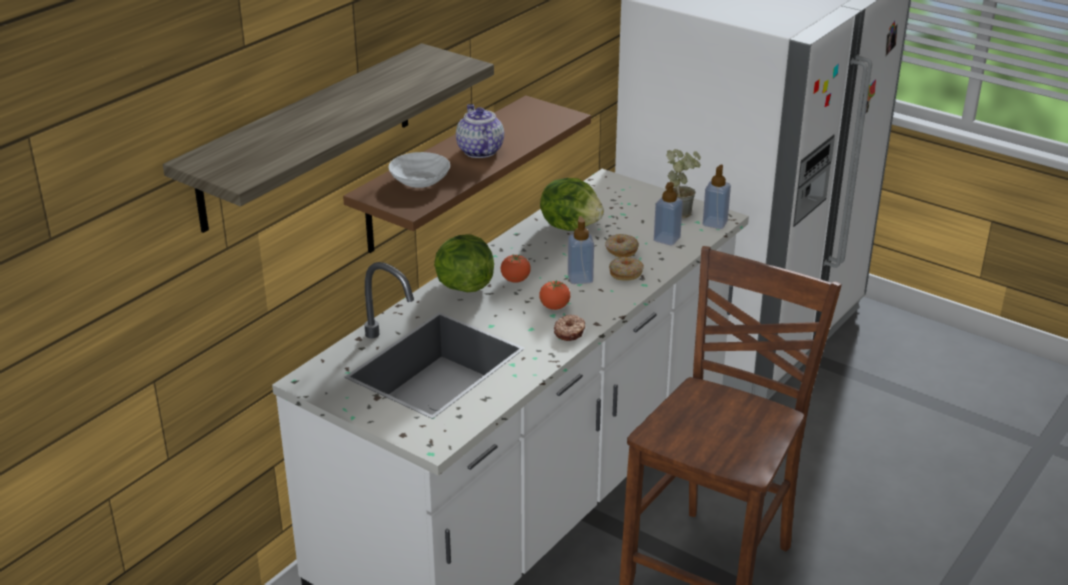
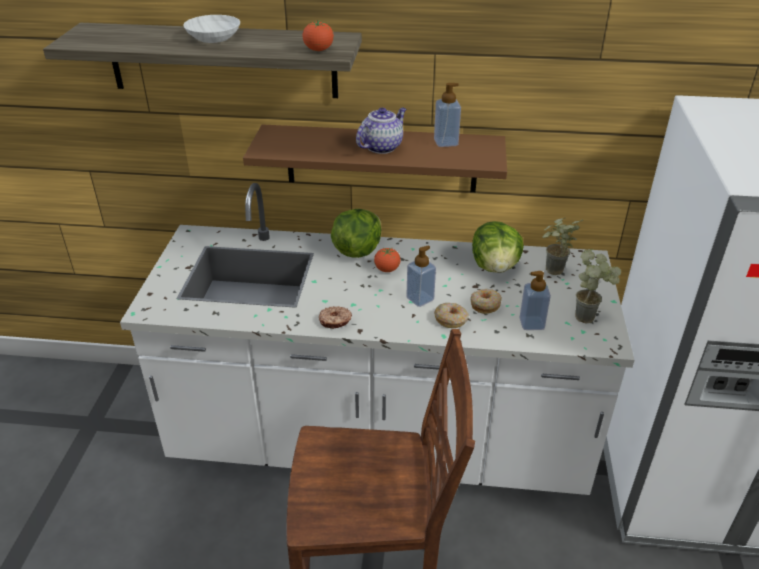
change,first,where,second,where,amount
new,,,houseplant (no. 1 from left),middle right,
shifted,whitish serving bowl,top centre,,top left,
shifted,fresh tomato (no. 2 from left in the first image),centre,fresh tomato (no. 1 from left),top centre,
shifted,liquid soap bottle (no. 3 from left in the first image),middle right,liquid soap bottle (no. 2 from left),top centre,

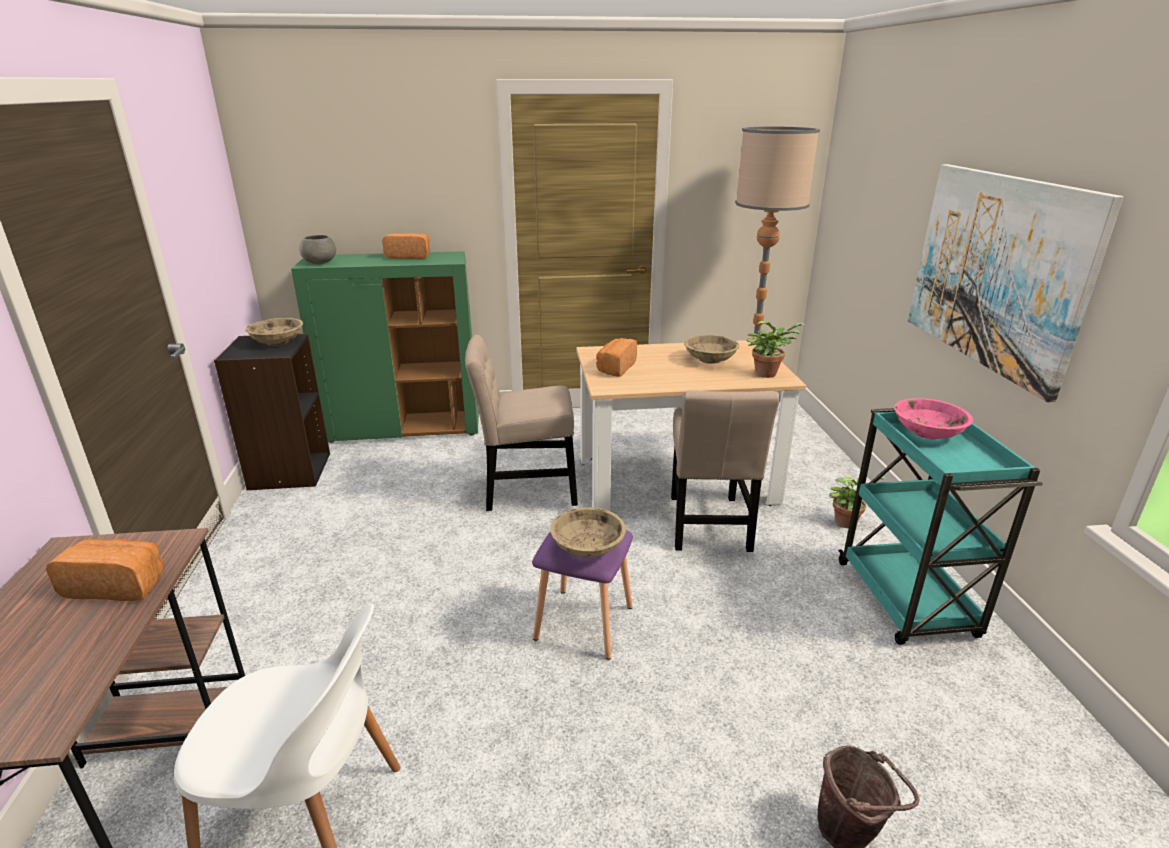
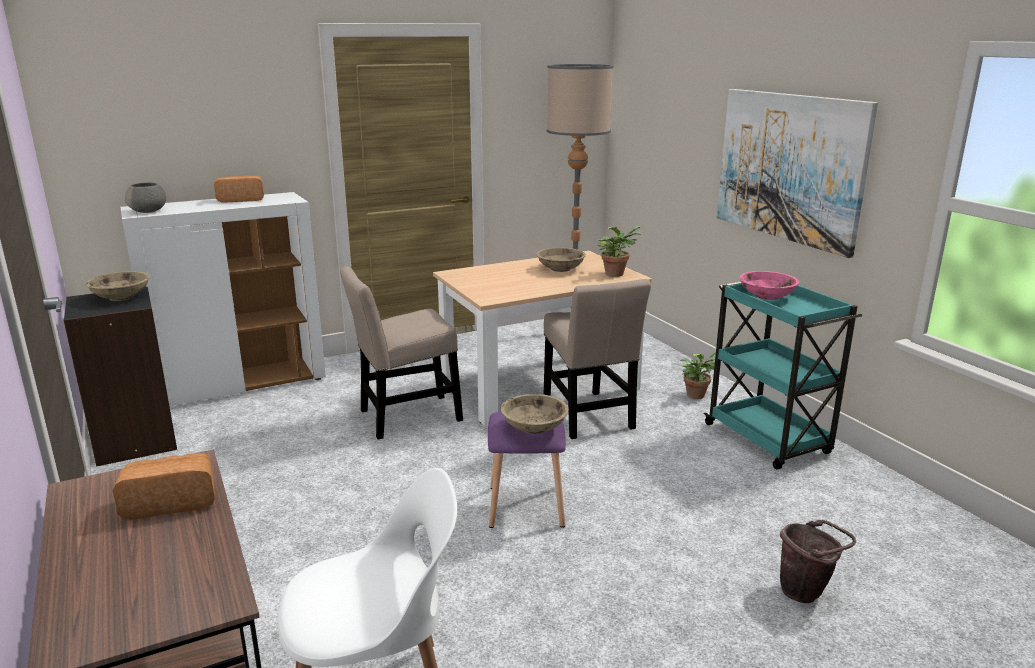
change,first,where,second,where,amount
gone,bakery bread (no. 3 from left),centre,,,
repainted,green cupboard,middle left,whitish cupboard,middle left,

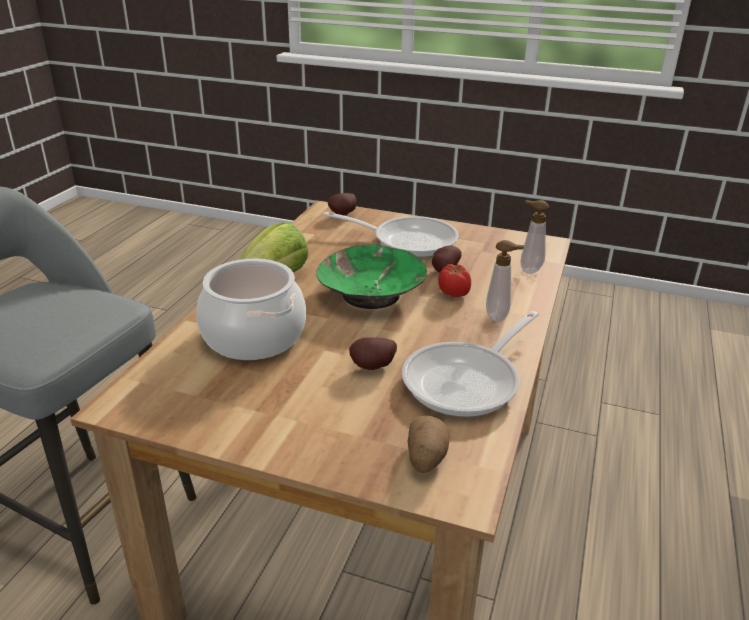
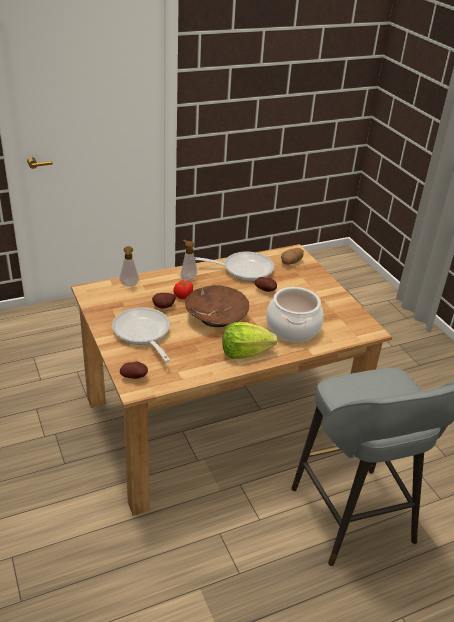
change,first,where,second,where,amount
repainted,green serving bowl,centre,brown-coloured serving bowl,centre,

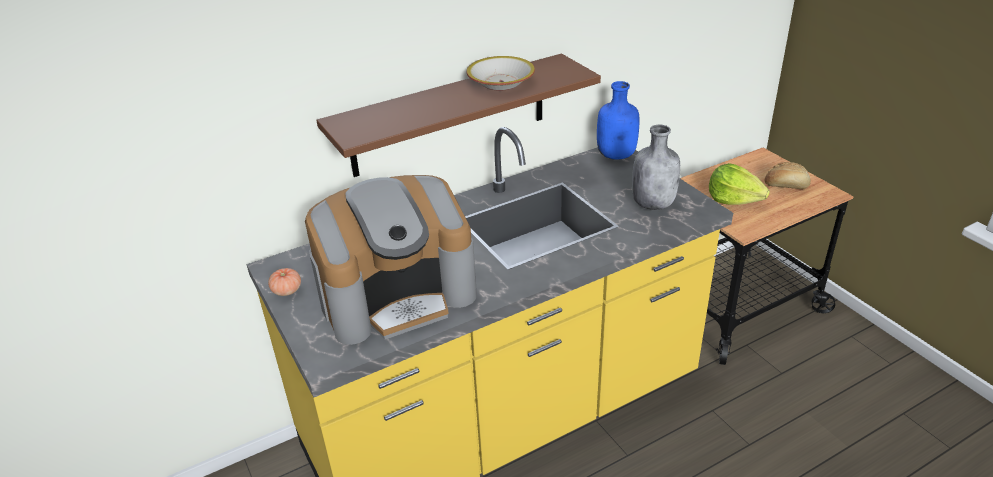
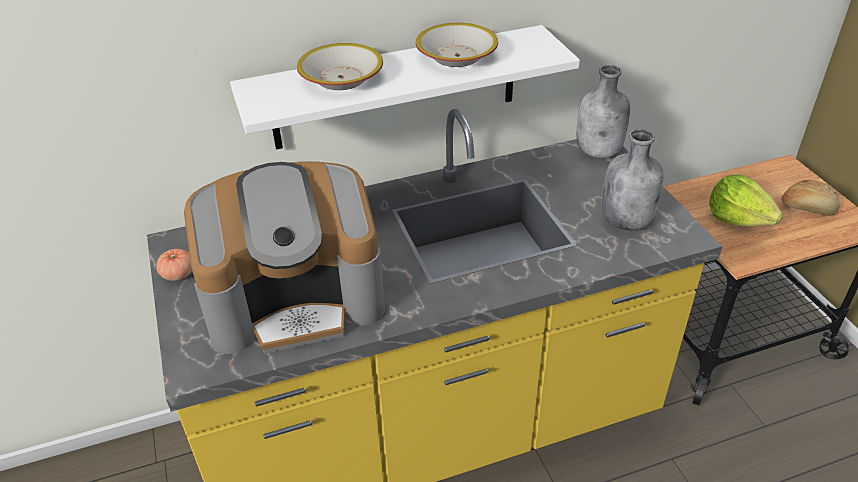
change,first,where,second,where,amount
new,,,serving bowl (no. 1 from left),top centre,
repainted,brown-coloured shelf,top centre,whitish shelf,top centre,
repainted,blue beverage bottle,top centre,gray beverage bottle (no. 1 from left),top right,

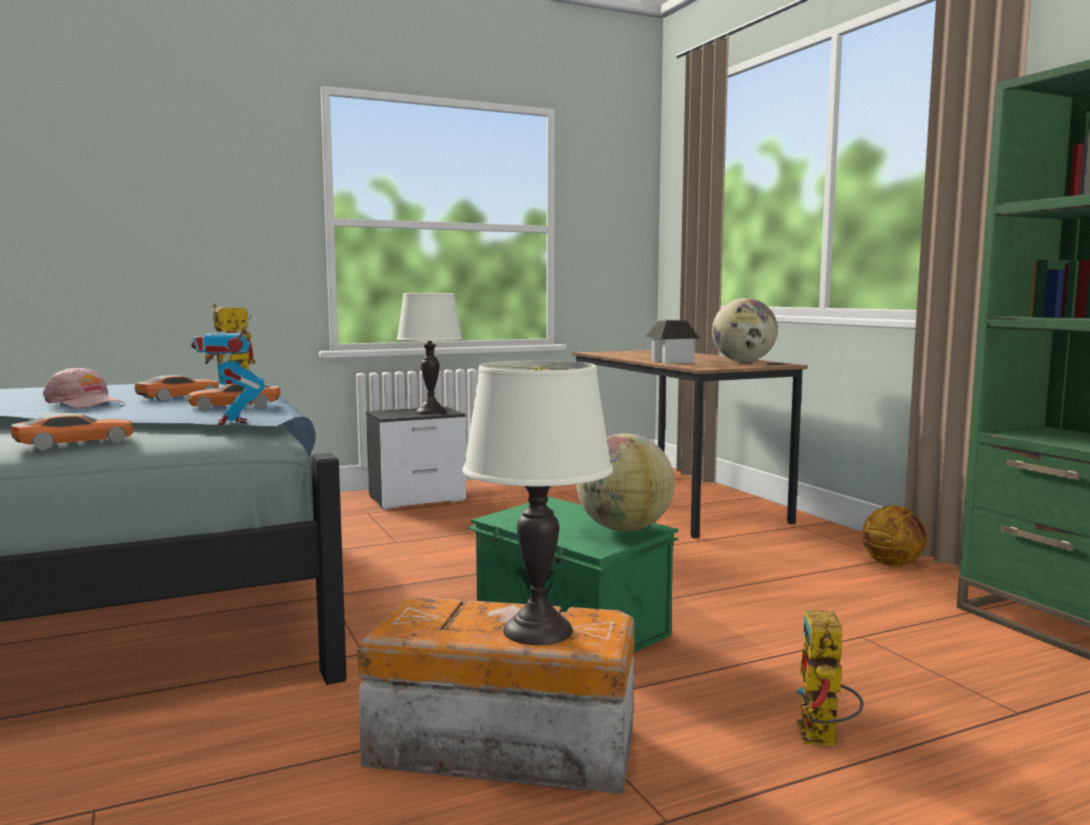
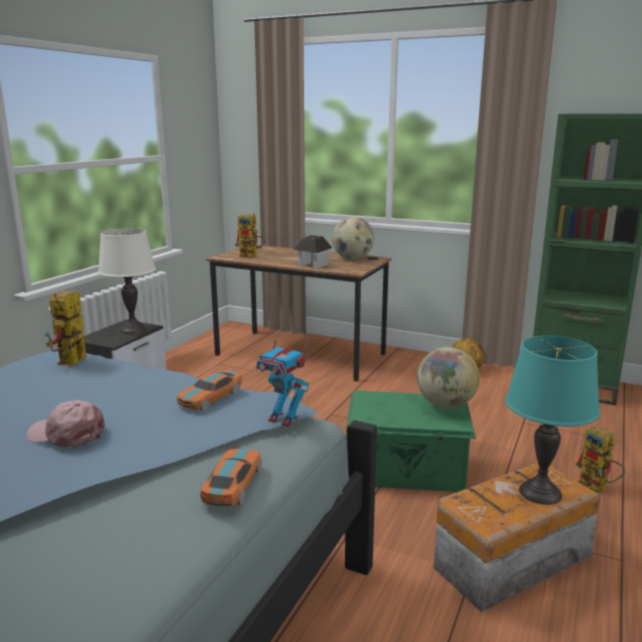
change,first,where,second,where,amount
gone,miniature car (no. 2 from left),middle left,,,
new,,,model robot (no. 2 from left),centre,
repainted,whitish table lamp (no. 2 from left),centre,turquoise table lamp,middle right,
rotated,pinkish cap,middle left,,middle left,150 degrees counterclockwise

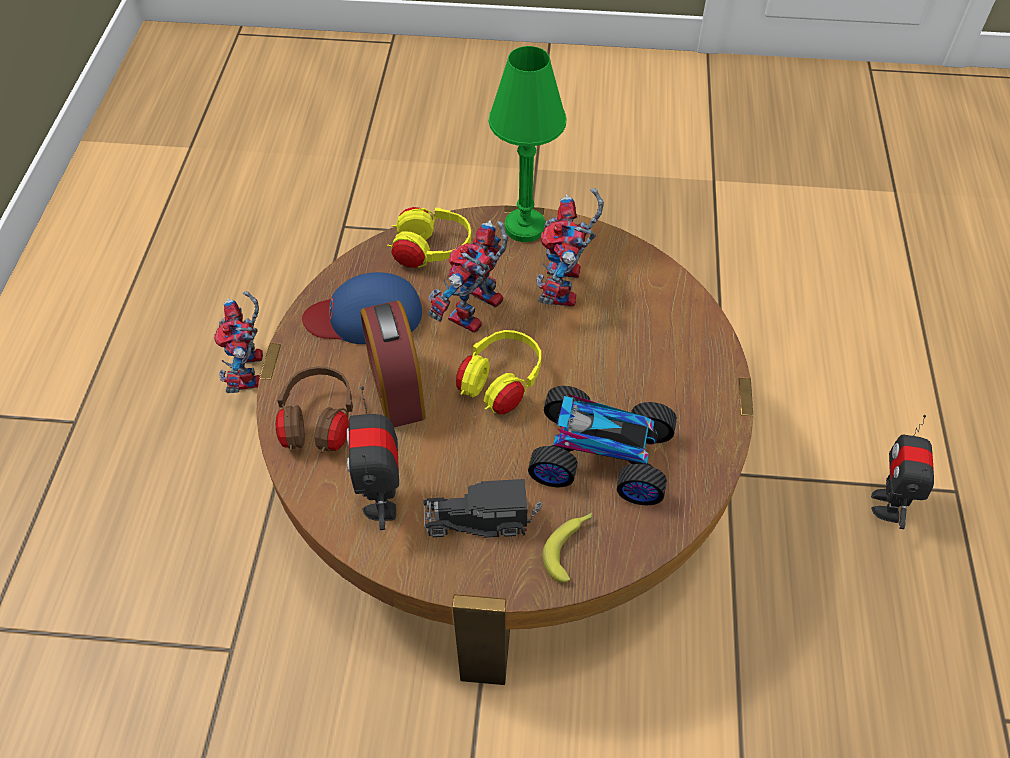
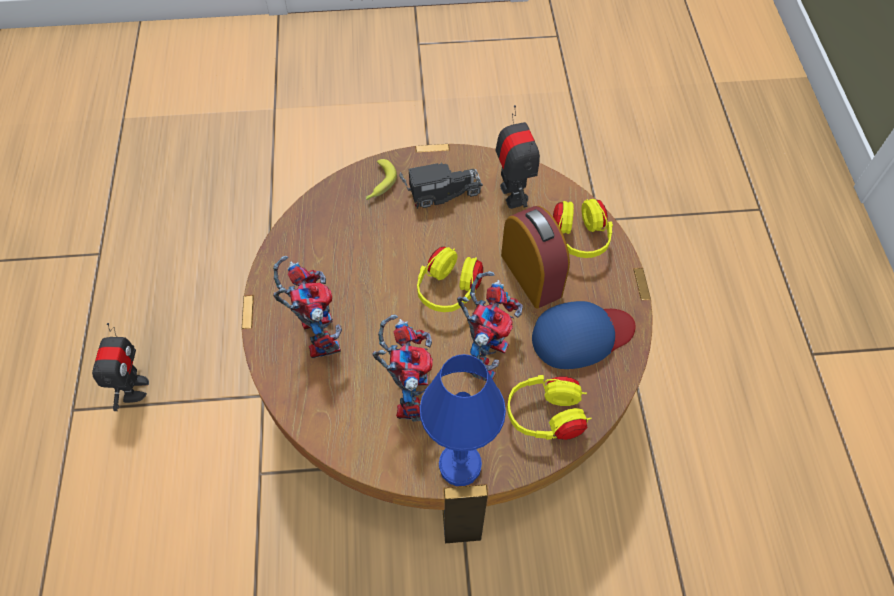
change,first,where,second,where,amount
gone,miniature car,centre,,,
shifted,model robot (no. 1 from left in the first image),middle left,model robot (no. 2 from left),centre,
repainted,brown-coloured headset,middle left,yellow headset (no. 3 from left),centre,
repainted,green table lamp,top centre,blue table lamp,bottom centre,

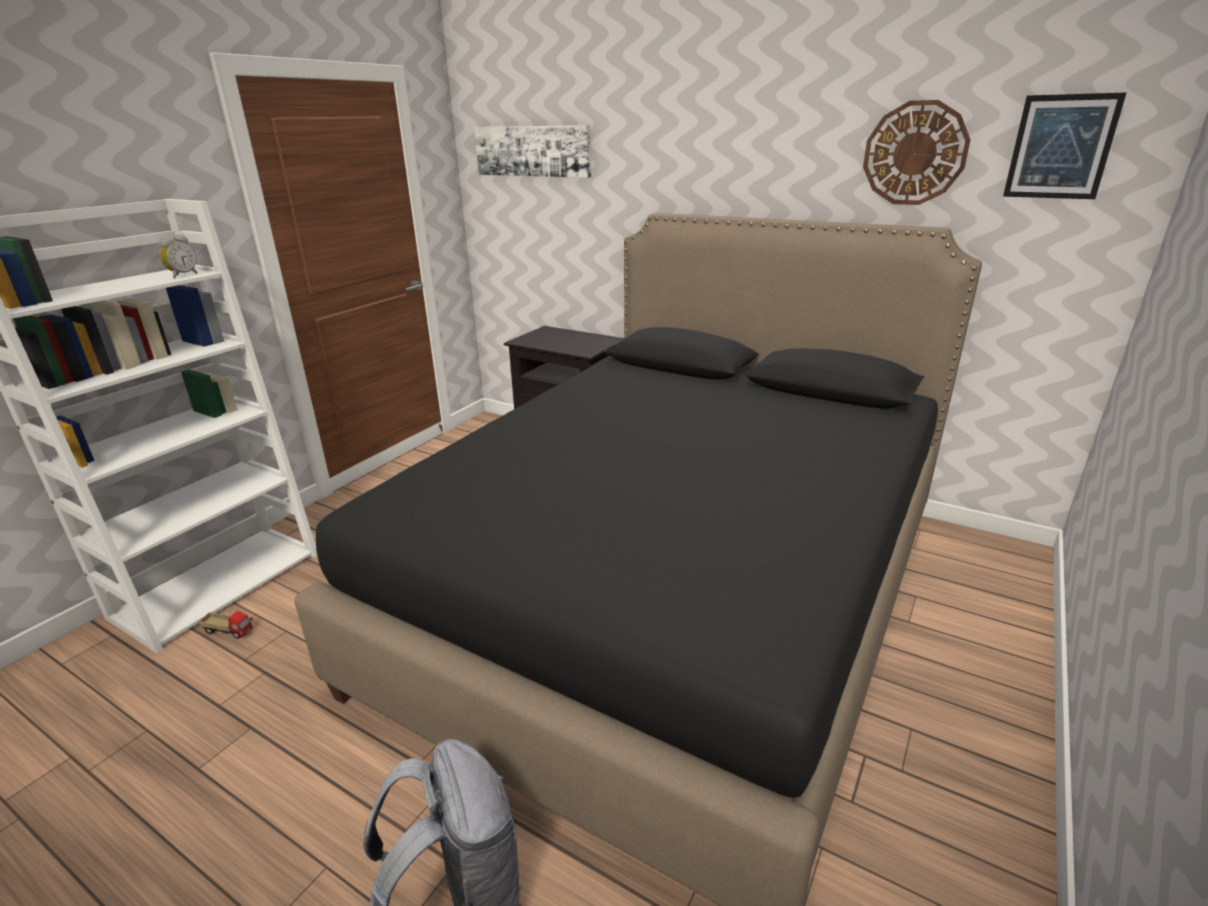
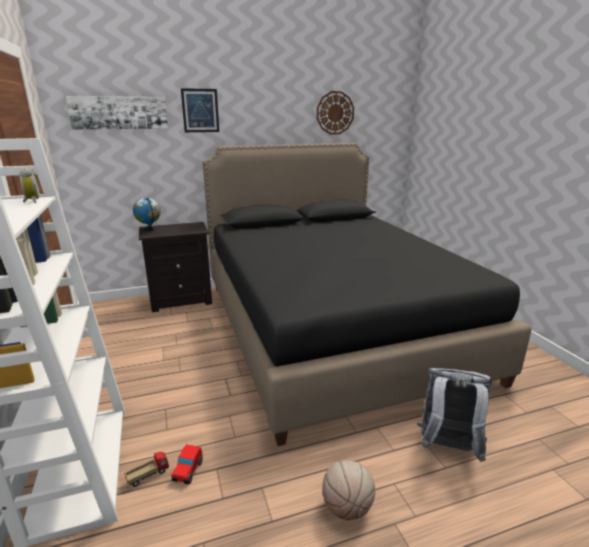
change,first,where,second,where,amount
new,,,globe,middle left,
new,,,miniature car,bottom left,
new,,,basketball ball,bottom centre,
shifted,wall art (no. 2 from left),top right,,top centre,

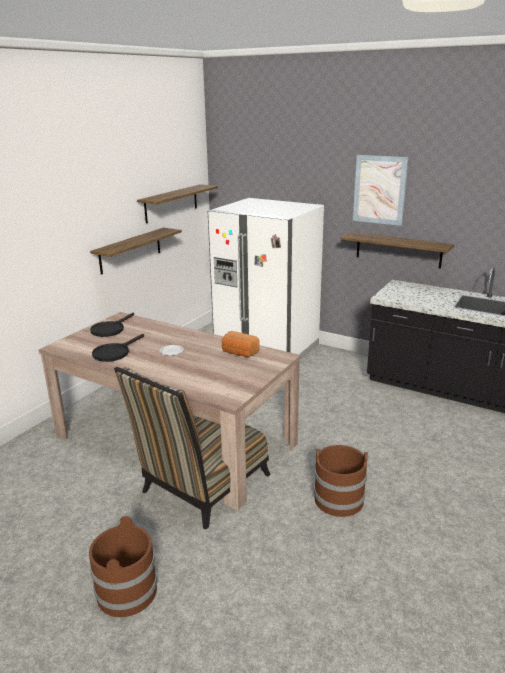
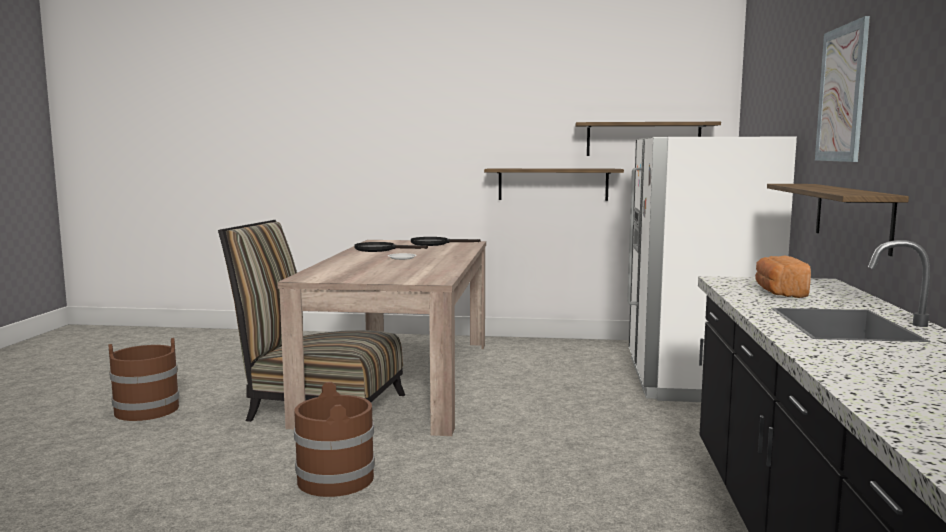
change,first,where,second,where,amount
shifted,bakery bread,centre,,middle right,

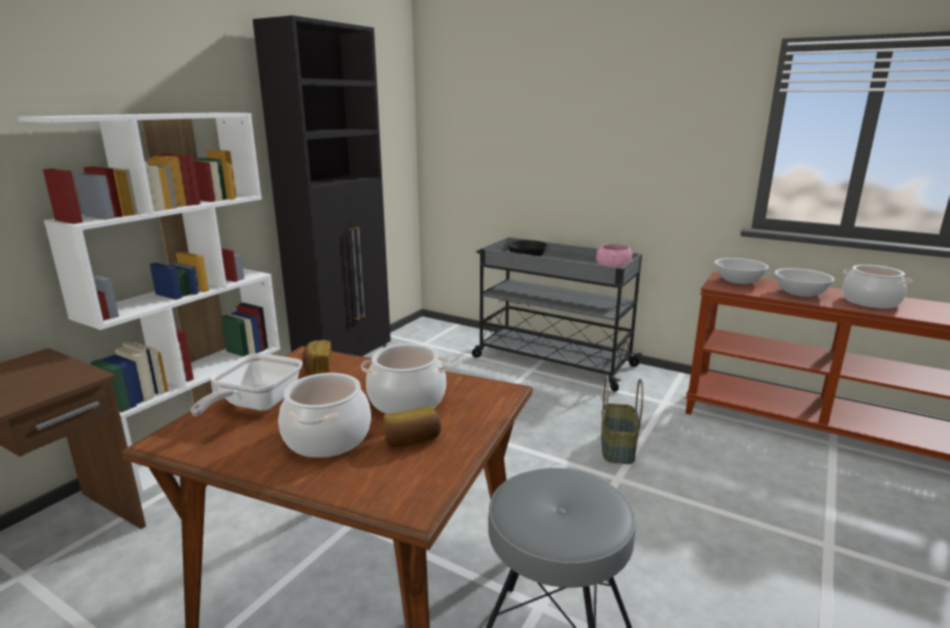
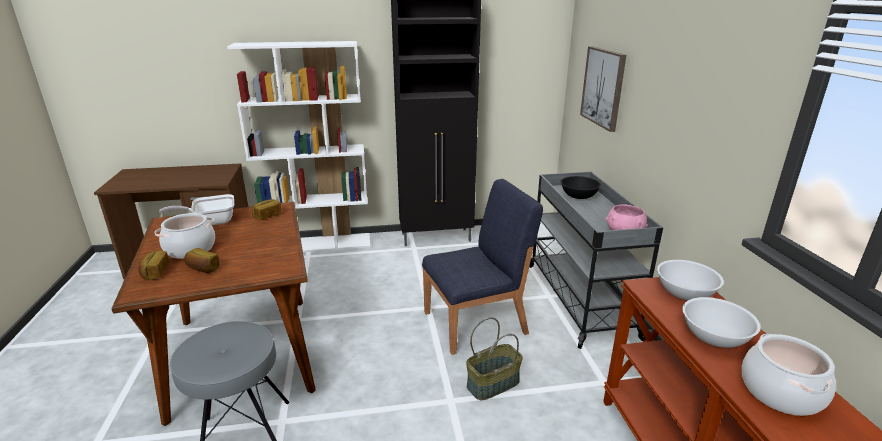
change,first,where,second,where,amount
gone,saucepot (no. 2 from left),centre,,,
new,,,bakery bread (no. 1 from left),middle left,
new,,,blue plain chair,centre,
new,,,wall art,top right,

